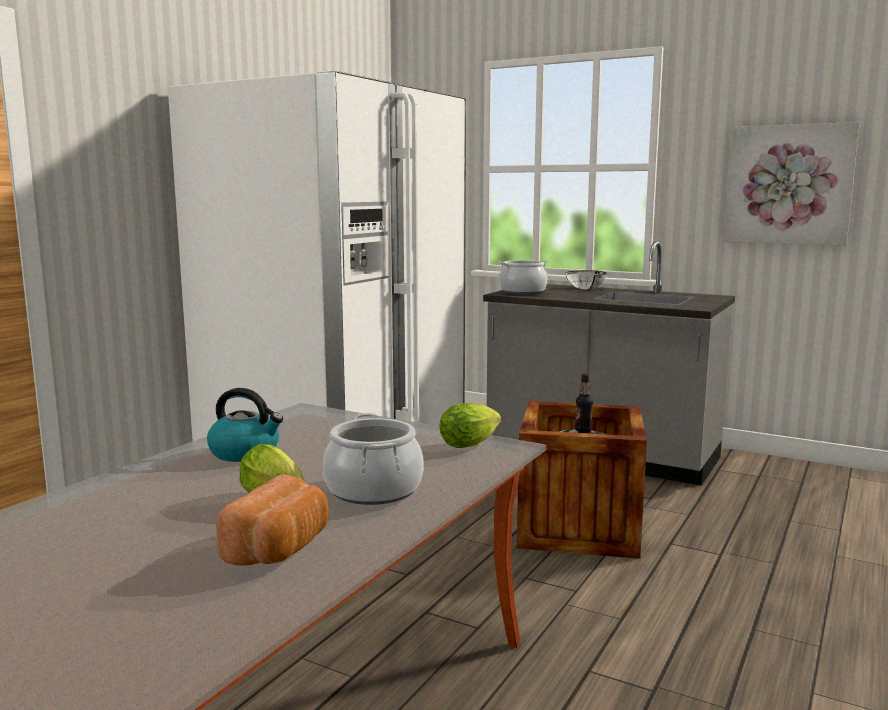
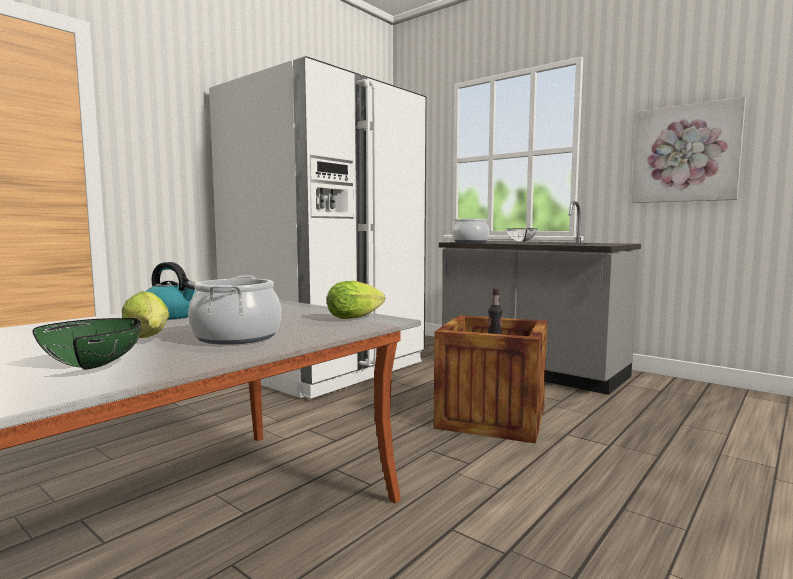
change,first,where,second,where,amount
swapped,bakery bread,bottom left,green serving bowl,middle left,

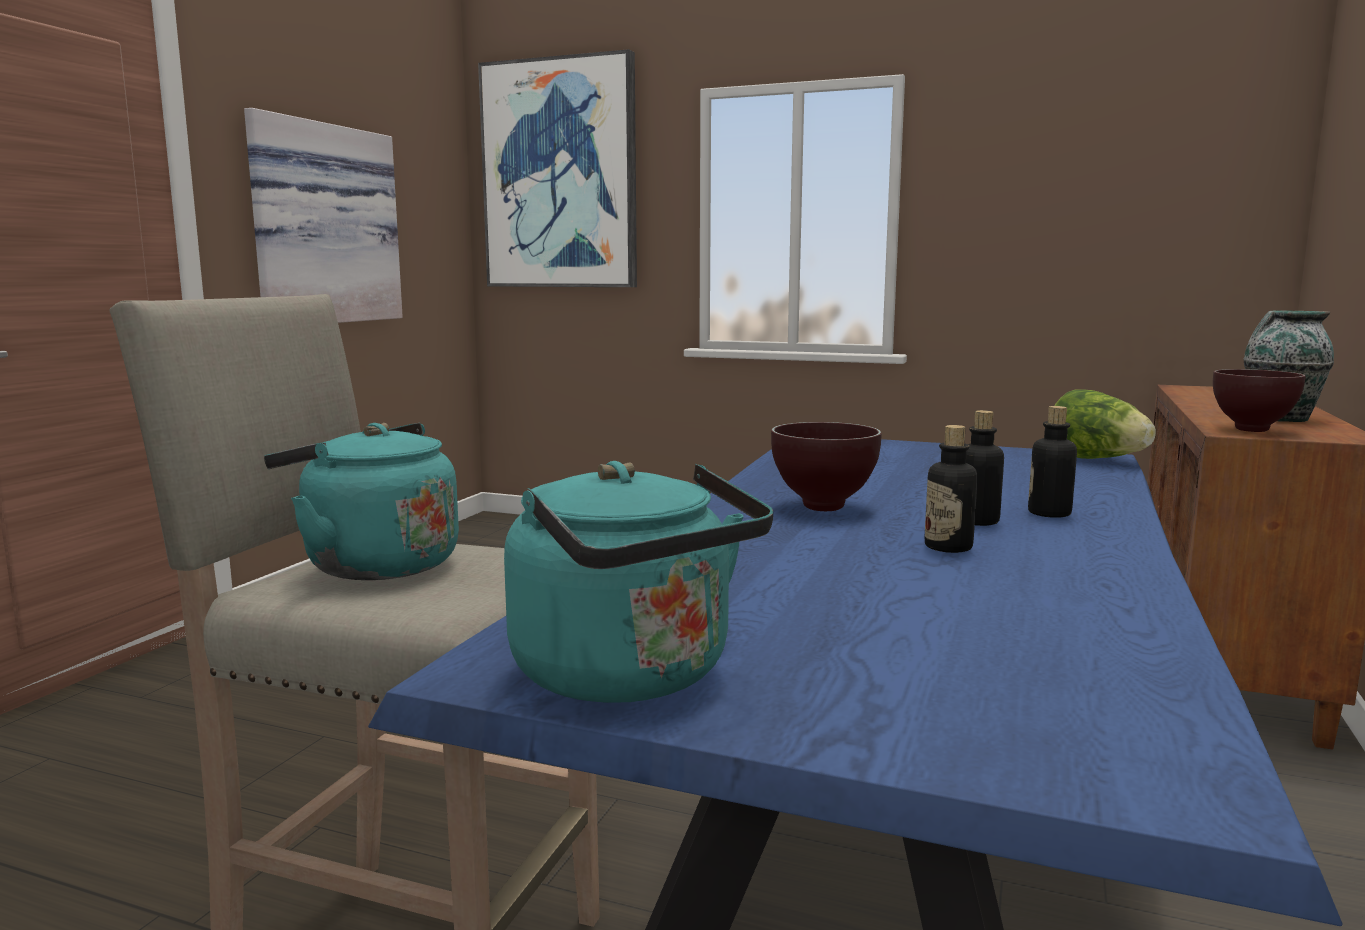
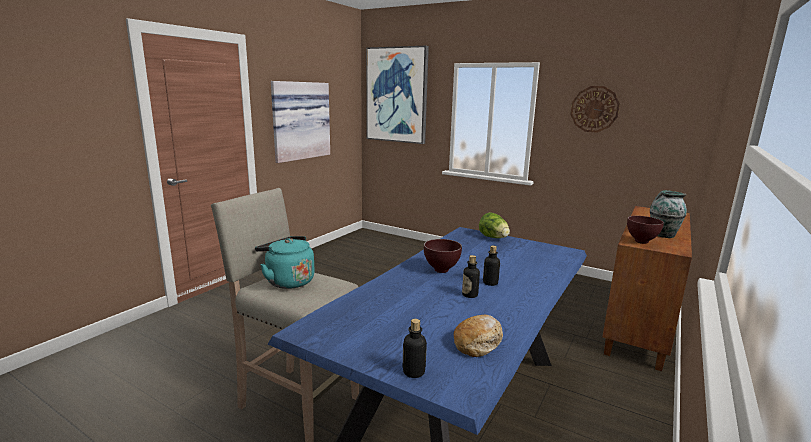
change,first,where,second,where,amount
gone,turquoise water kettle (no. 2 from left),centre,,,
new,,,bakery bread,bottom centre,
new,,,clock on the wall,top right,
shifted,beverage bottle (no. 3 from left in the first image),middle right,beverage bottle (no. 1 from left),bottom centre,
shifted,lettuce,middle right,,centre,

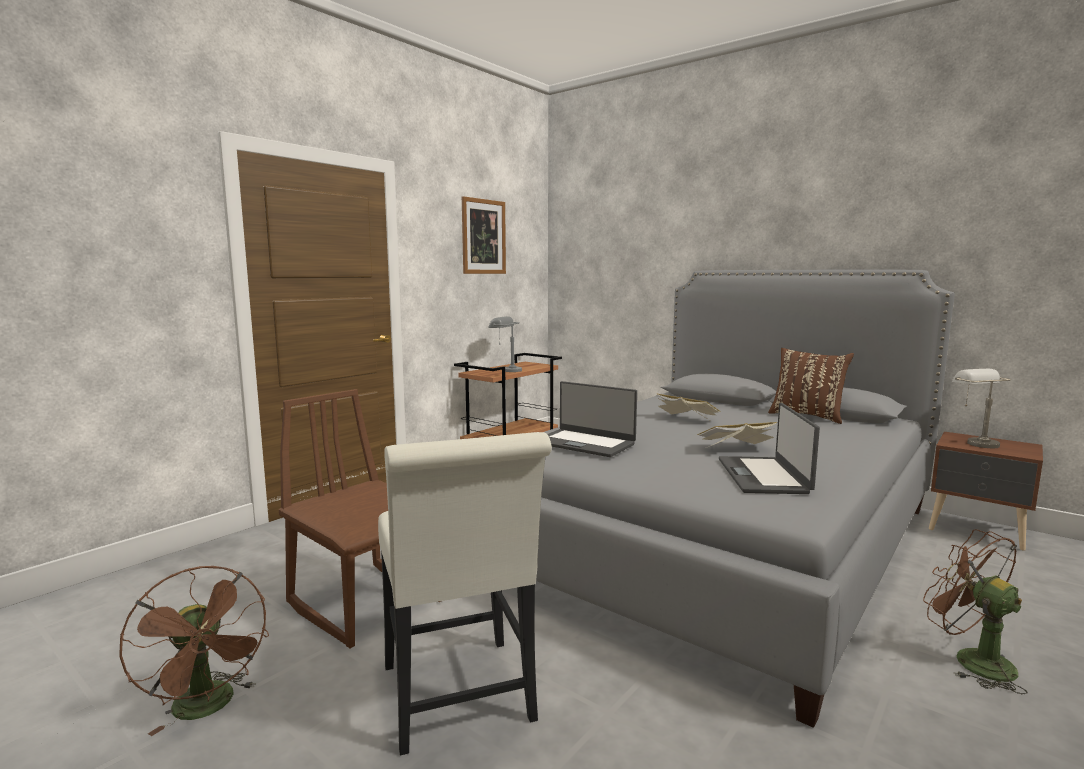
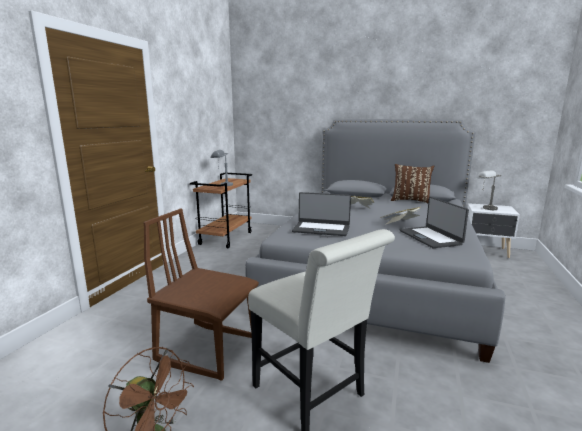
change,first,where,second,where,amount
gone,wall art,top centre,,,
gone,brown-coloured fan (no. 2 from left),bottom right,,,
repainted,brown-coloured night table,middle right,whitish night table,middle right,

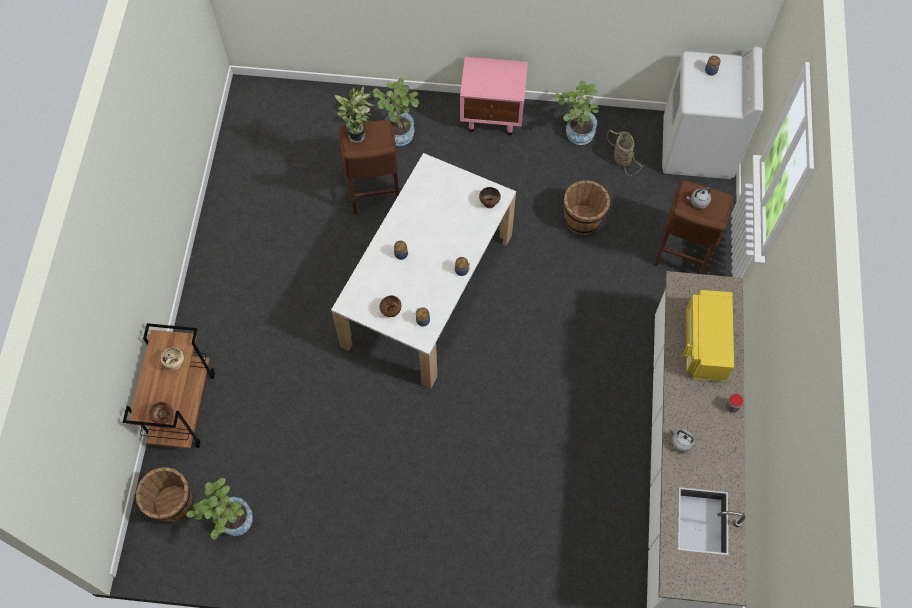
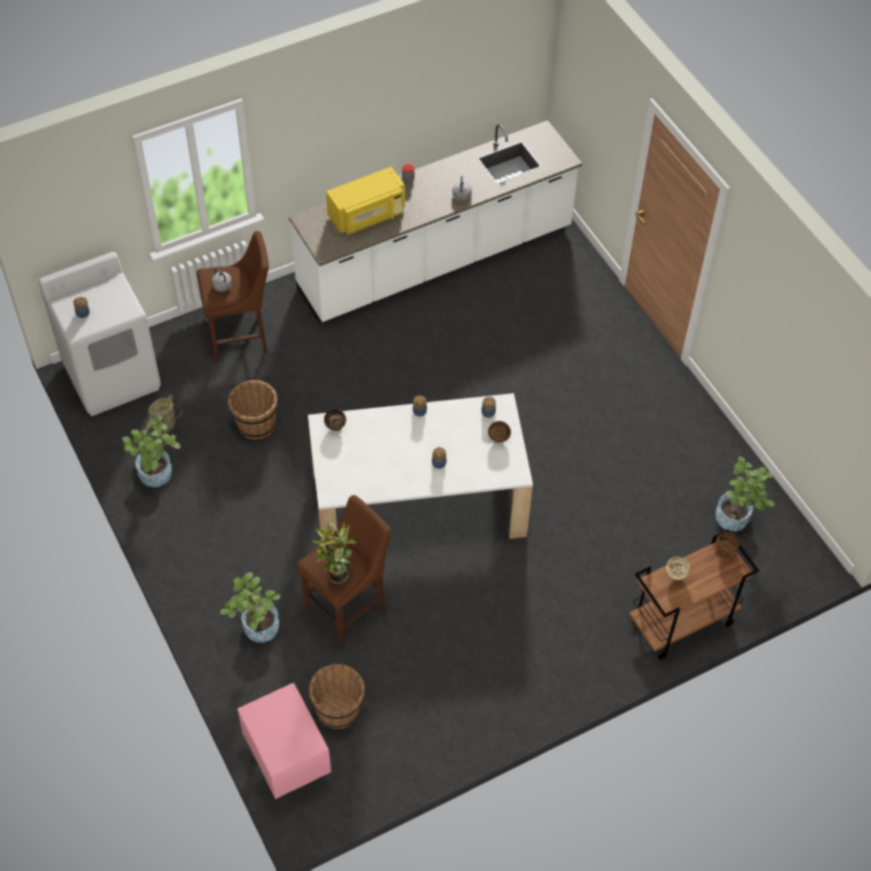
change,first,where,second,where,amount
shifted,brown-coloured pail (no. 1 from left in the first image),bottom left,brown-coloured pail (no. 2 from left),bottom centre,
shifted,pinkish night table,top centre,,bottom left,

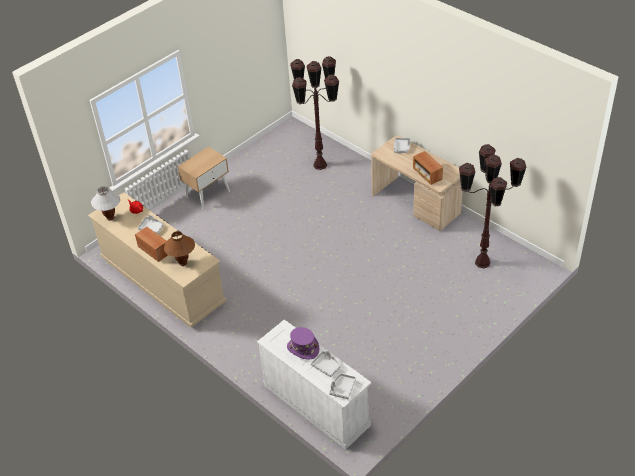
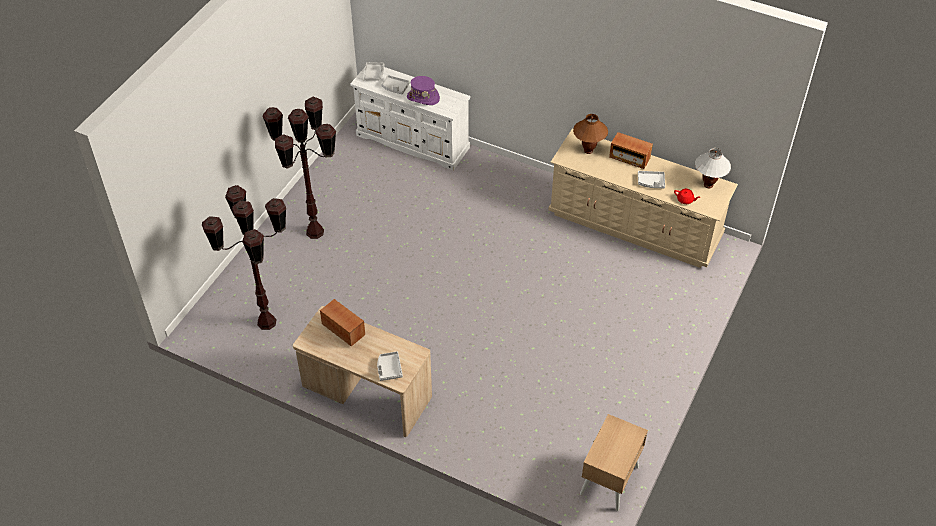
change,first,where,second,where,amount
shifted,beige night table,middle left,,bottom centre,
shifted,brown-coloured standing lamp (no. 1 from left in the first image),top centre,brown-coloured standing lamp (no. 2 from left),top left,

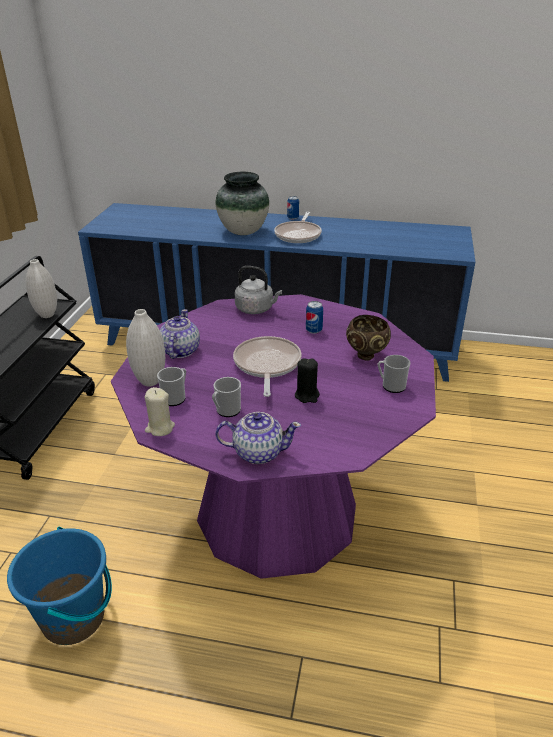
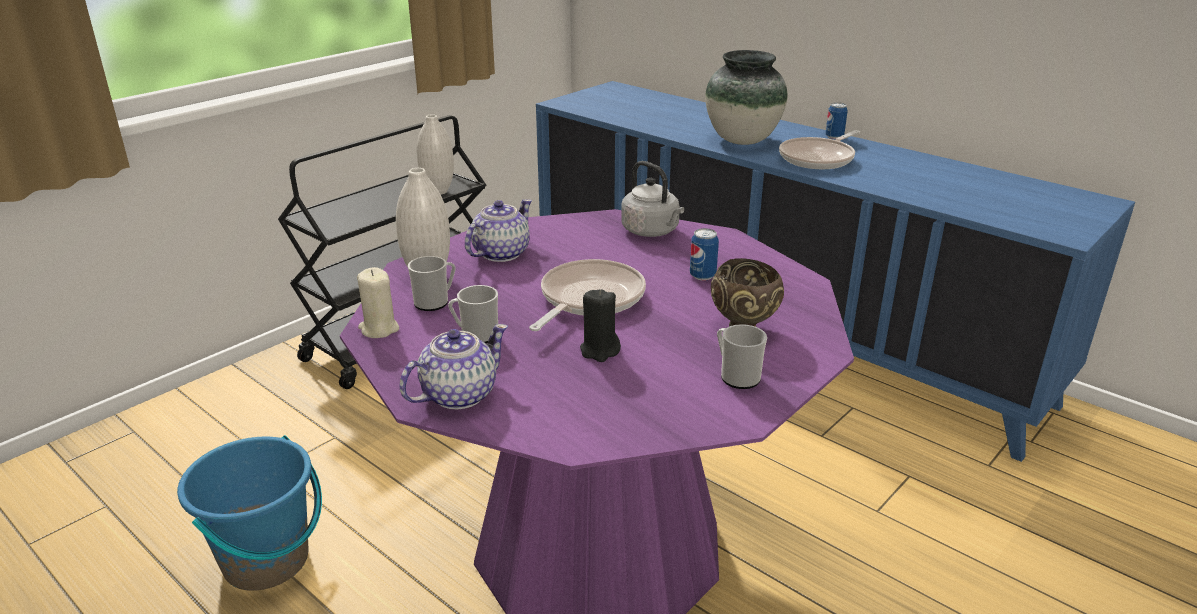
change,first,where,second,where,amount
rotated,tea pot (no. 2 from left in the first image),centre,tea pot (no. 1 from left),centre,75 degrees counterclockwise

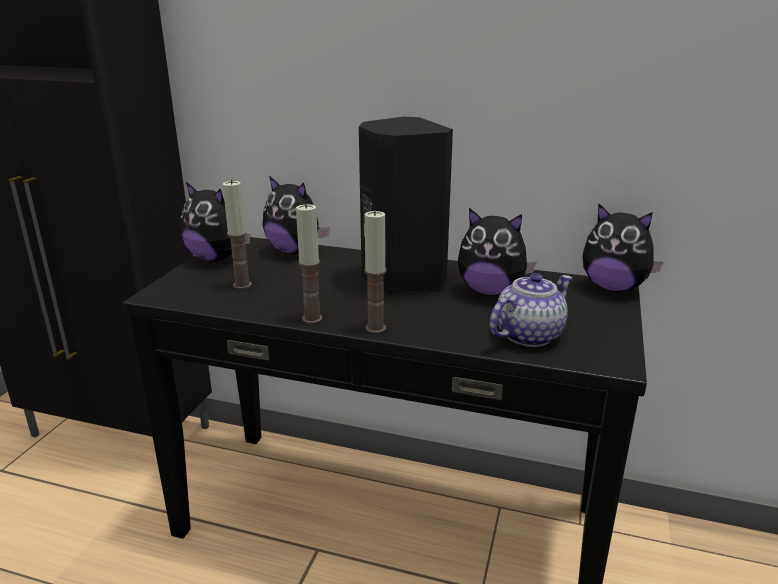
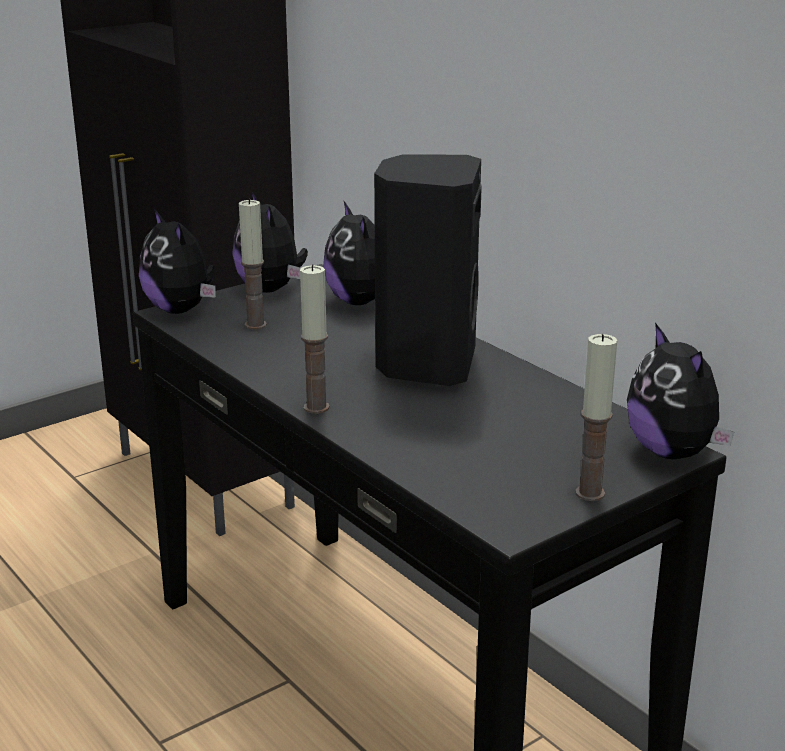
change,first,where,second,where,amount
gone,tea pot,middle right,,,
shifted,candle (no. 2 from left in the first image),centre,candle (no. 3 from left),middle right,
shifted,soft toy (no. 3 from left in the first image),centre,soft toy (no. 1 from left),middle left,

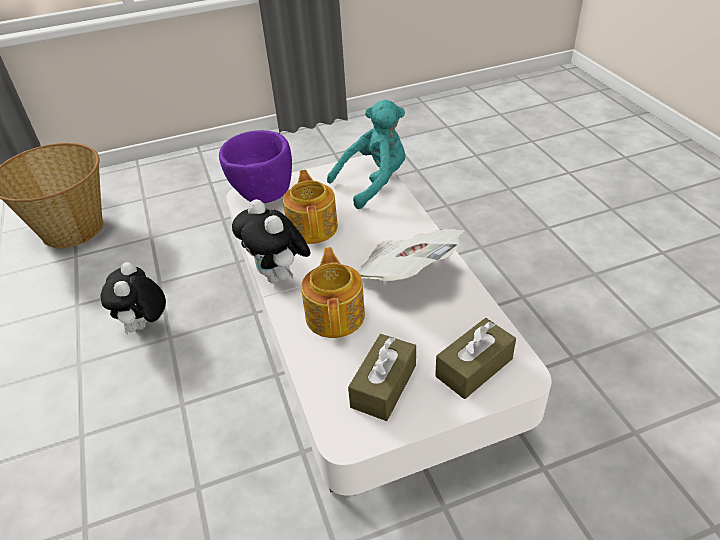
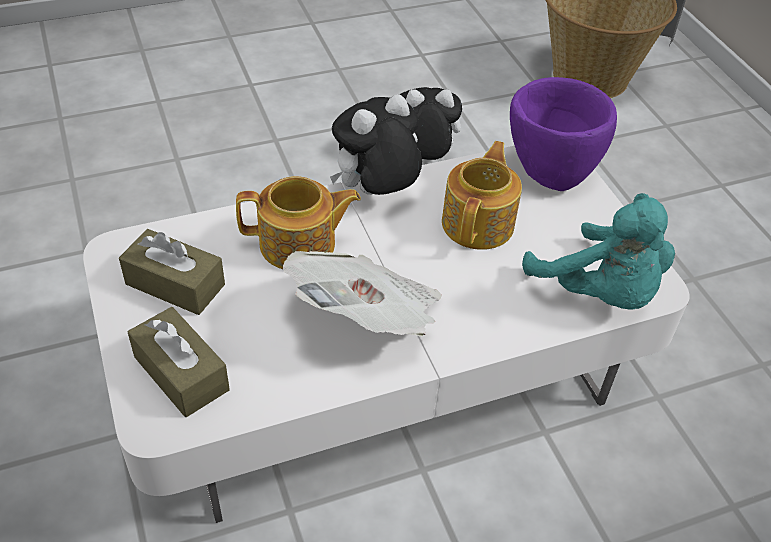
change,first,where,second,where,amount
rotated,tea pot (no. 1 from left in the first image),centre,tea pot (no. 2 from left),centre,60 degrees counterclockwise

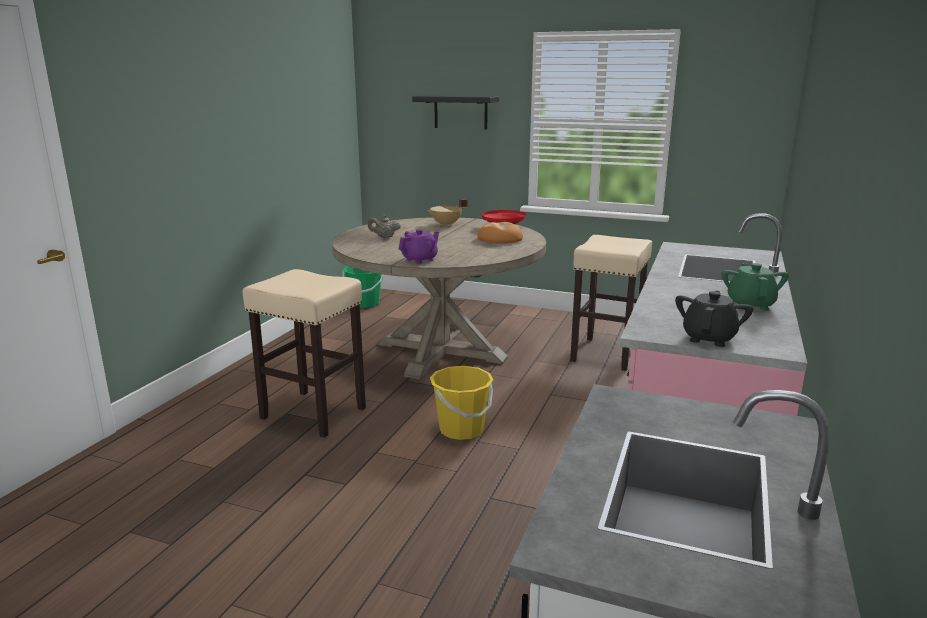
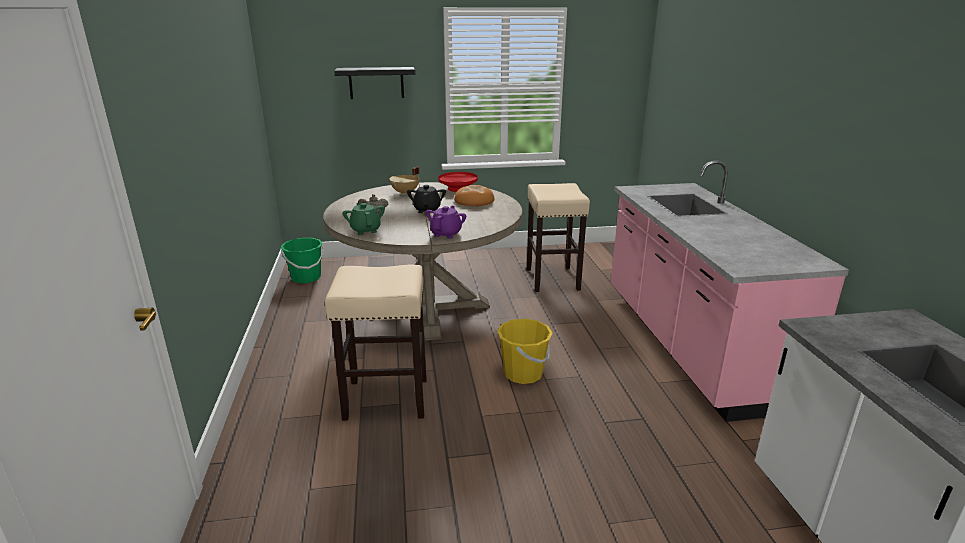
change,first,where,second,where,amount
shifted,black-coloured tea pot,middle right,,centre,
shifted,green tea pot,middle right,,centre,

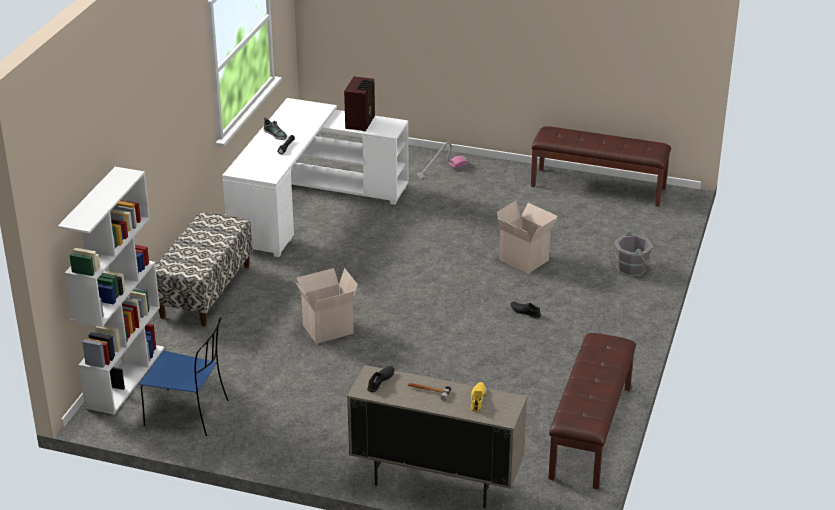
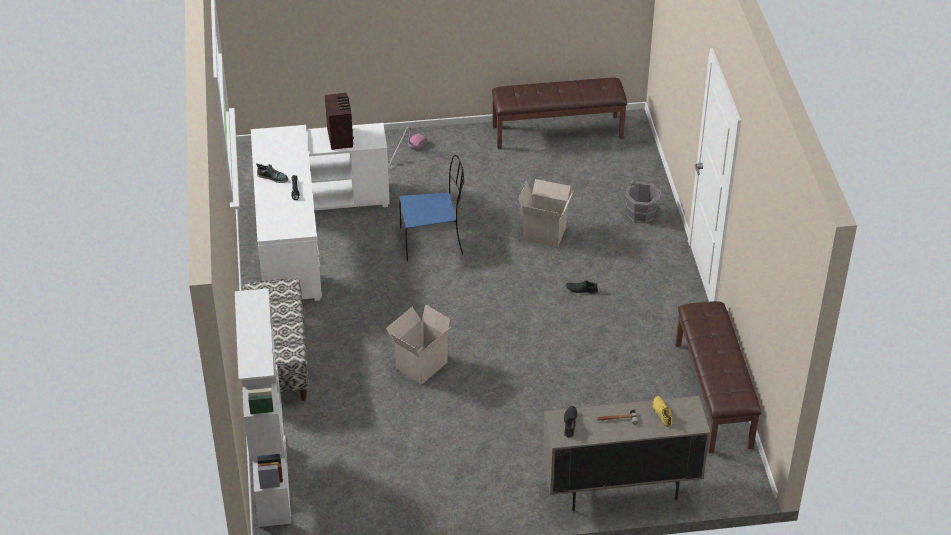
change,first,where,second,where,amount
shifted,blue plain chair,bottom left,,centre,

